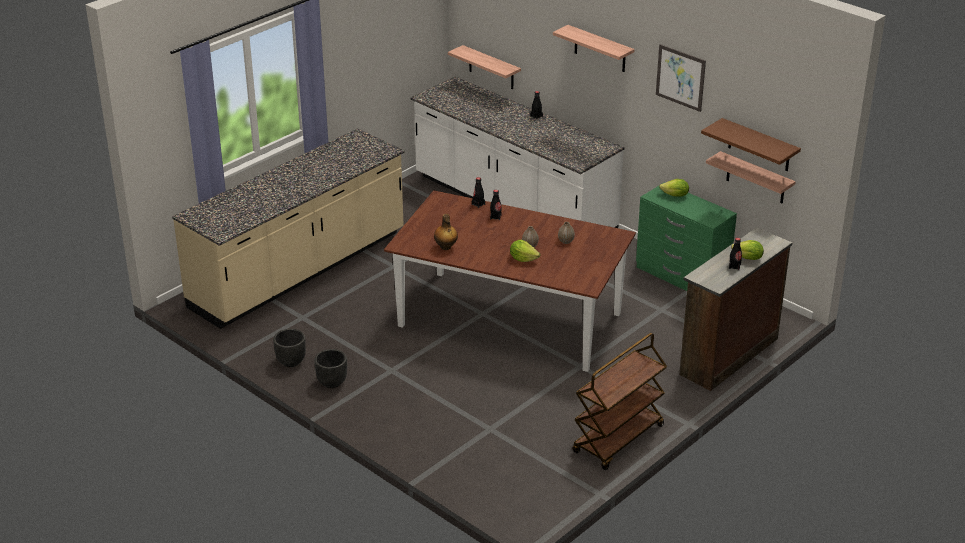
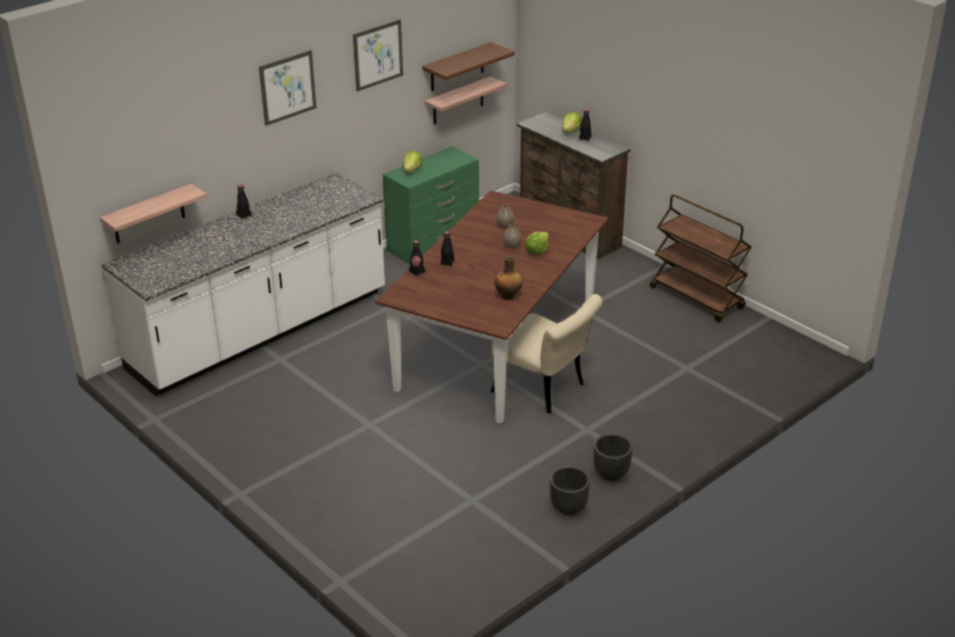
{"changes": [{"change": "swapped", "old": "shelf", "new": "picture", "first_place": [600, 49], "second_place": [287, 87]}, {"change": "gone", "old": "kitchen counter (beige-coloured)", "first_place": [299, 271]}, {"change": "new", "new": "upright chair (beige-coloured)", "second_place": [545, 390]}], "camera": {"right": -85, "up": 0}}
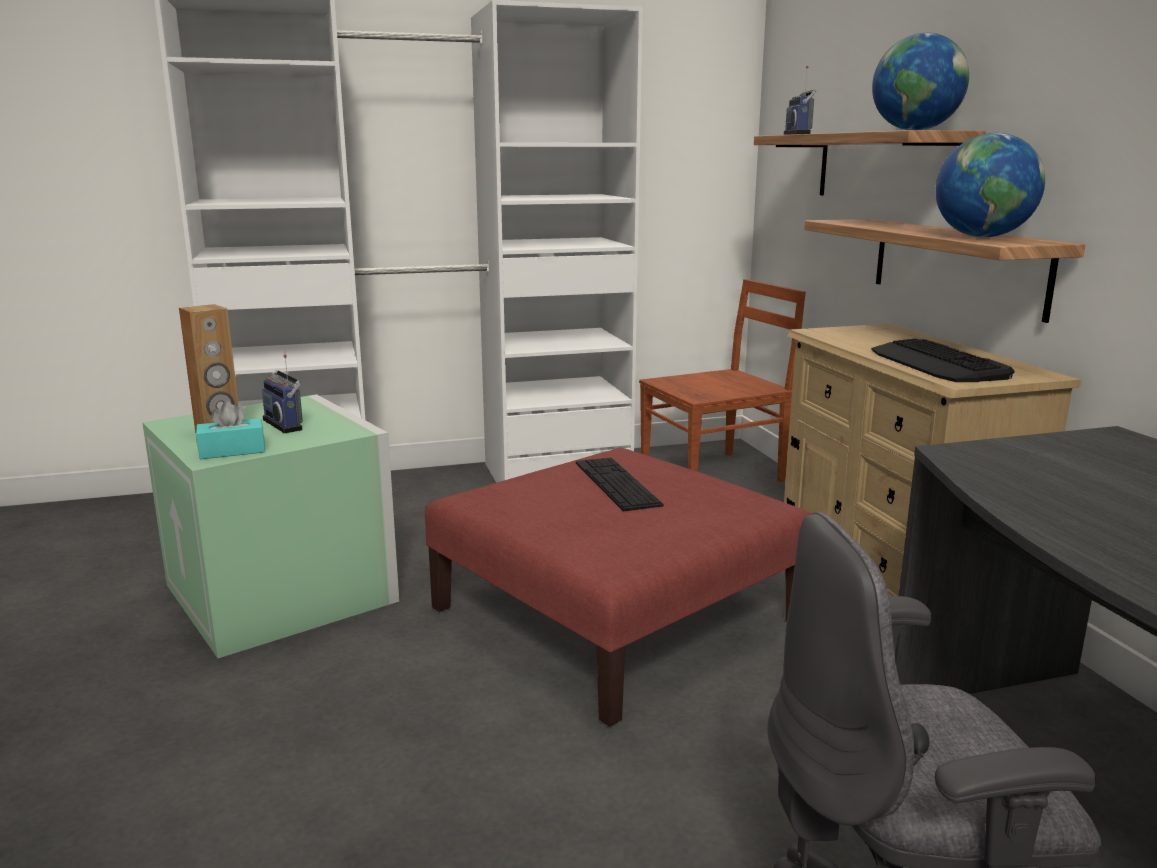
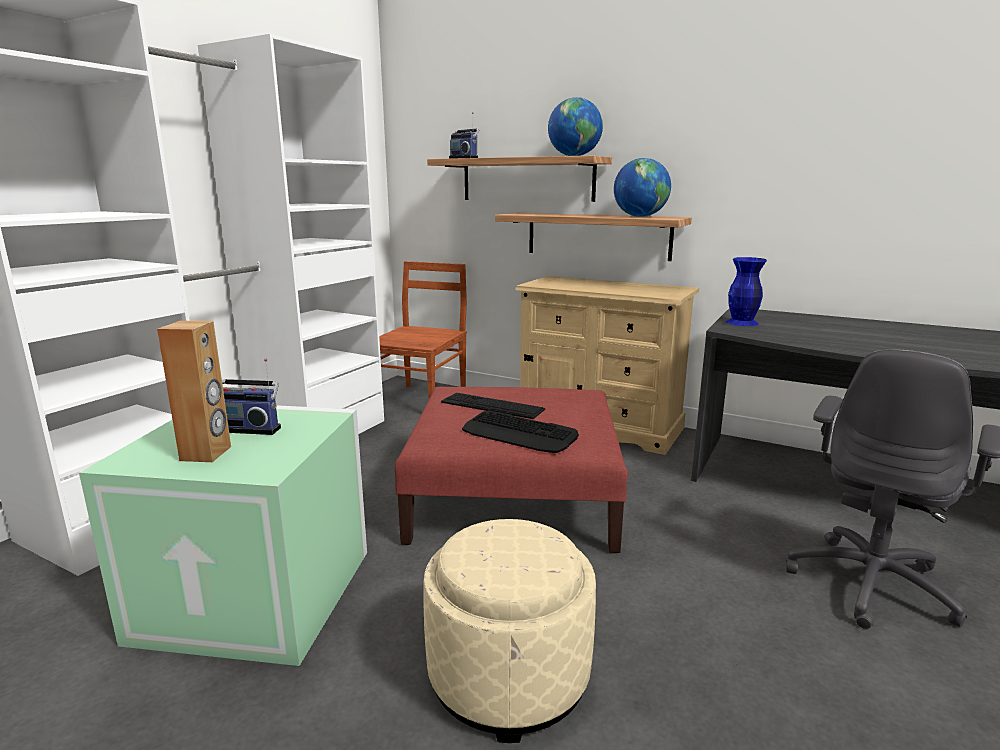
{"changes": [{"change": "shifted", "old": "computer keyboard", "first_place": [937, 364], "second_place": [519, 433]}, {"change": "gone", "old": "box of tissues (turquoise)", "first_place": [232, 451]}, {"change": "new", "new": "flower vase (bluish)", "second_place": [741, 322]}, {"change": "new", "new": "ottoman (beige-coloured)", "second_place": [508, 677]}], "camera": {"right": -45, "up": 0}}
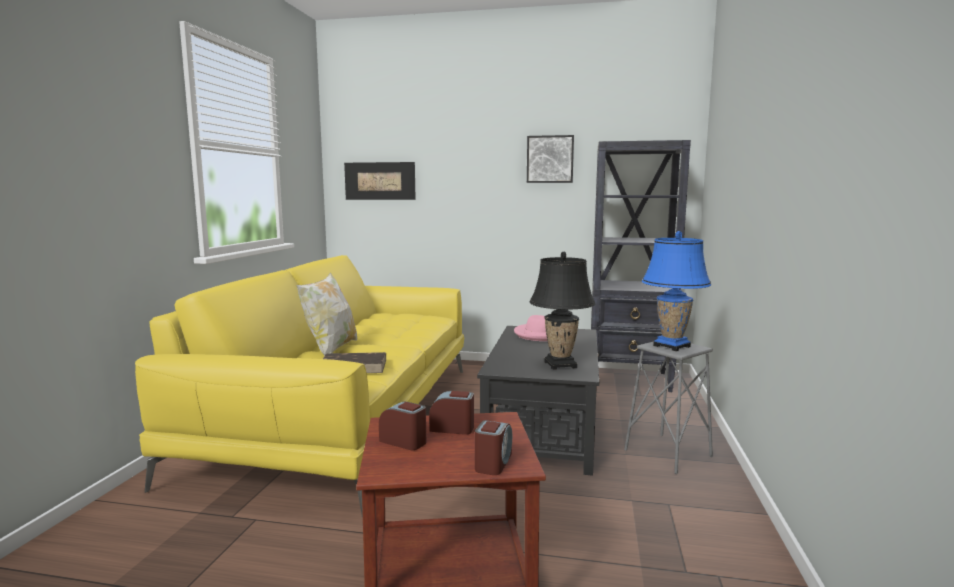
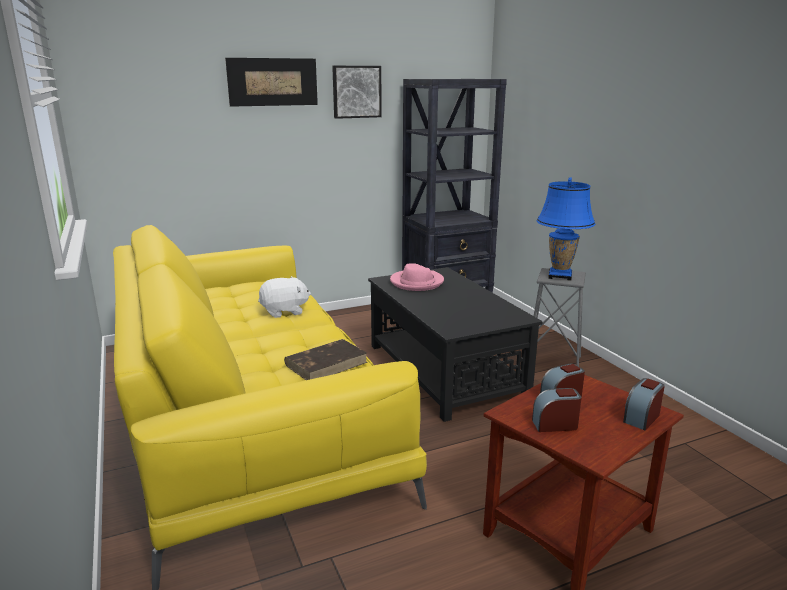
{"changes": [{"change": "shifted", "old": "picture", "first_place": [380, 181], "second_place": [273, 82]}, {"change": "gone", "old": "tabletop lamp (black)", "first_place": [560, 365]}, {"change": "gone", "old": "throw pillow", "first_place": [330, 349]}, {"change": "rotated", "old": "table clock", "first_place": [493, 463], "second_place": [641, 418], "degrees": -120}, {"change": "new", "new": "cuddly toy (white-coloured)", "second_place": [284, 311]}], "camera": {"right": -35, "up": 10}}
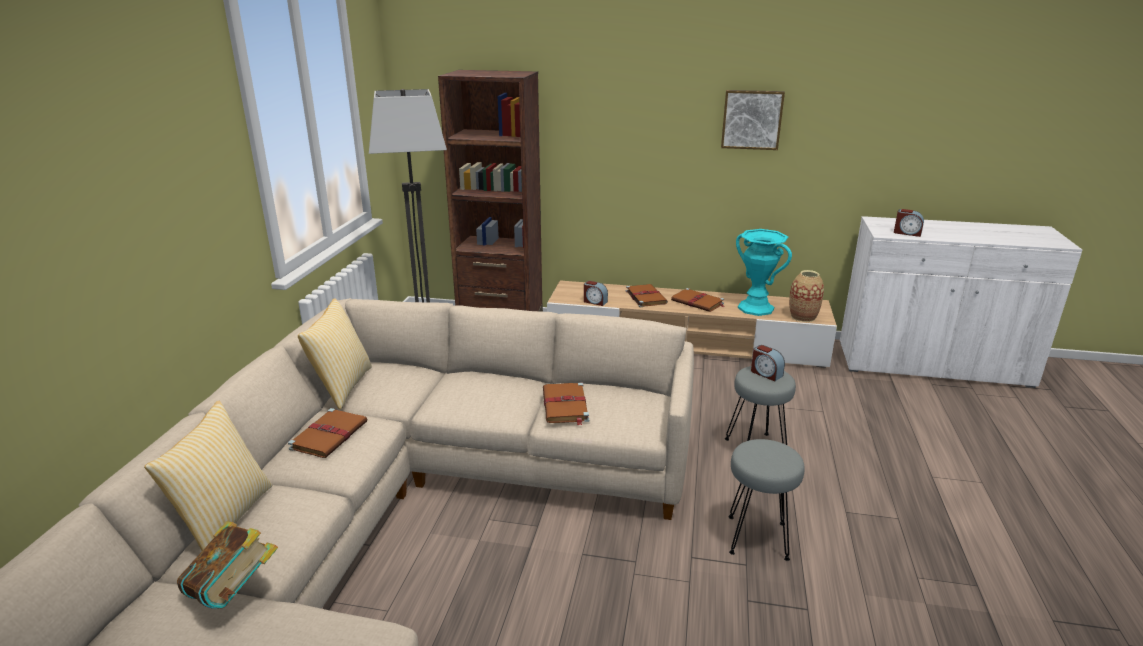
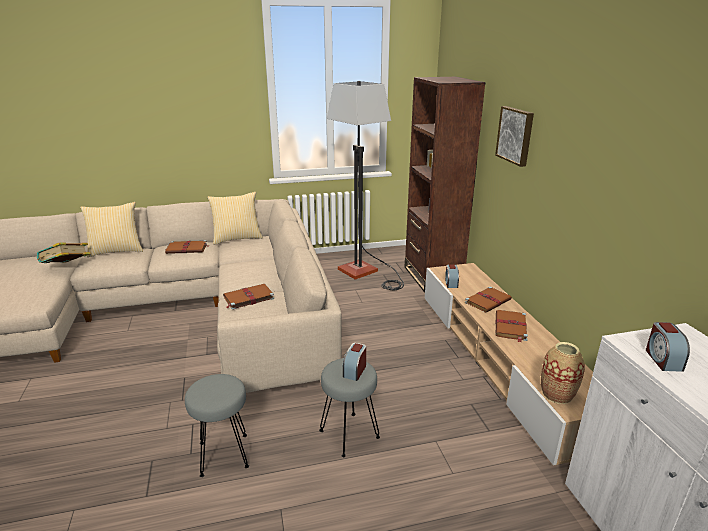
{"changes": [{"change": "shifted", "old": "picture", "first_place": [751, 119], "second_place": [516, 135]}, {"change": "gone", "old": "flower vase (turquoise)", "first_place": [755, 308]}], "camera": {"right": 65, "up": 0}}
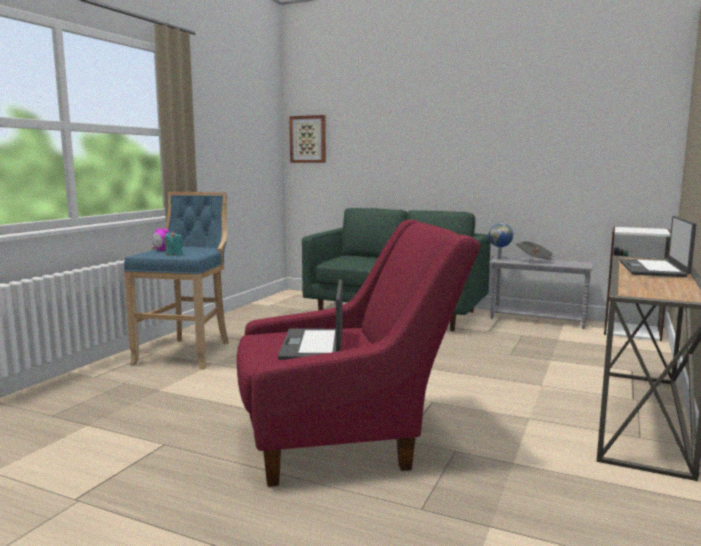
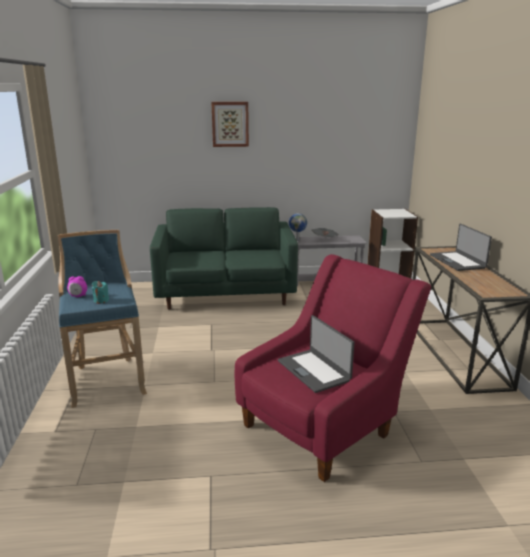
{"changes": [{"change": "shifted", "old": "picture", "first_place": [308, 139], "second_place": [230, 124]}], "camera": {"right": -30, "up": 10}}
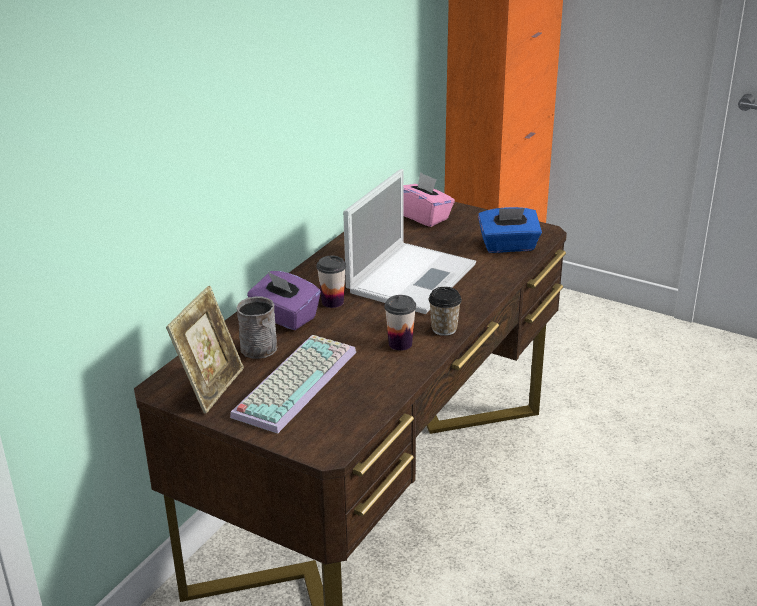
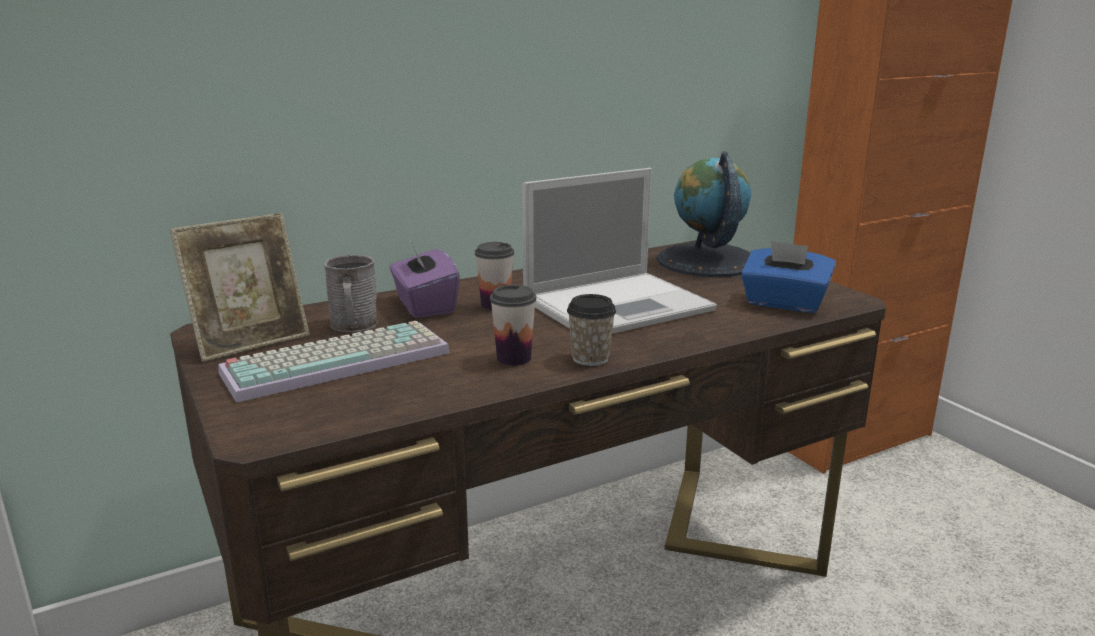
{"changes": [{"change": "swapped", "old": "box of tissues (pinkish)", "new": "globe", "first_place": [423, 216], "second_place": [707, 261]}], "camera": {"right": 30, "up": -10}}
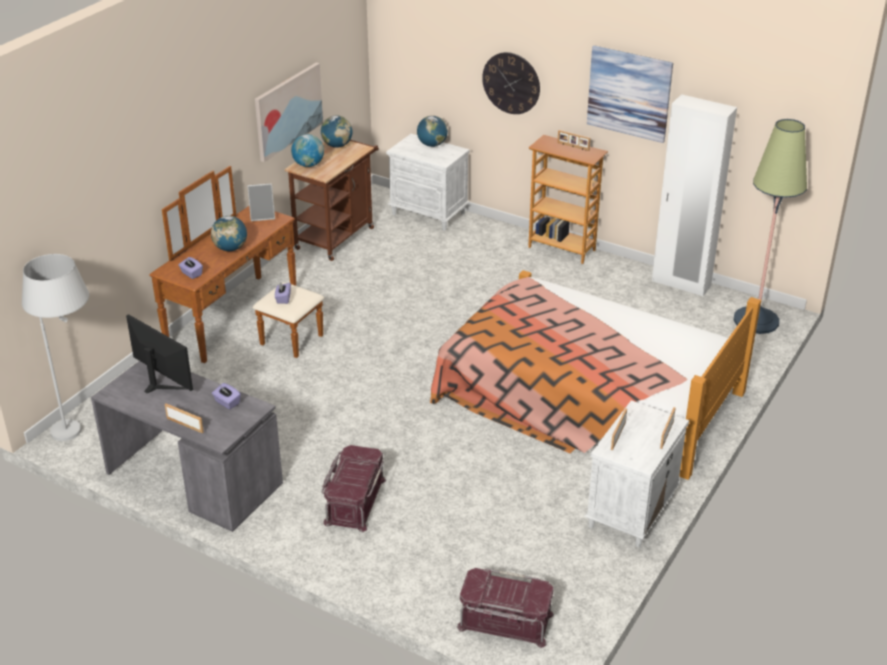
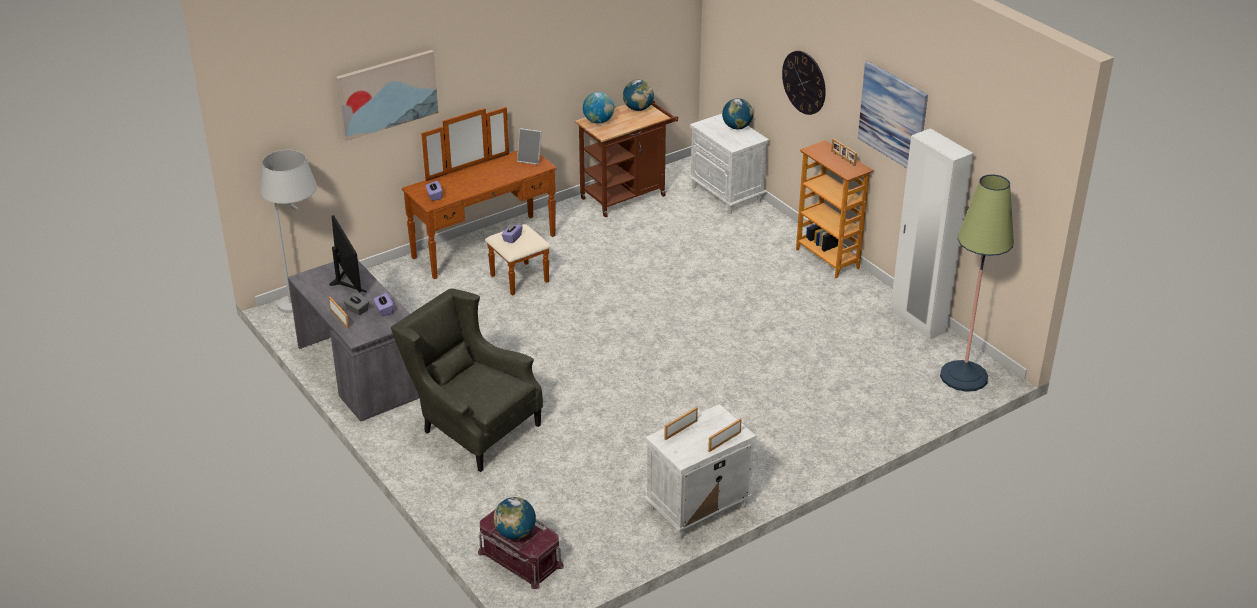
{"changes": [{"change": "shifted", "old": "picture", "first_place": [288, 110], "second_place": [387, 94]}, {"change": "shifted", "old": "globe", "first_place": [230, 248], "second_place": [515, 533]}, {"change": "gone", "old": "sleeping bed", "first_place": [585, 395]}, {"change": "swapped", "old": "storage box (red)", "new": "armchair (grey)", "first_place": [354, 501], "second_place": [471, 427]}, {"change": "new", "new": "box of tissues (grey)", "second_place": [356, 310]}], "camera": {"right": 25, "up": 0}}
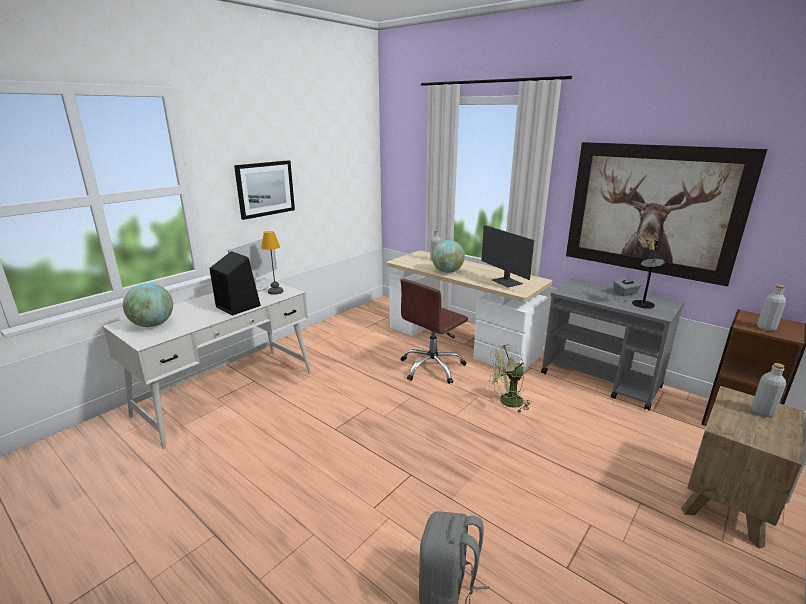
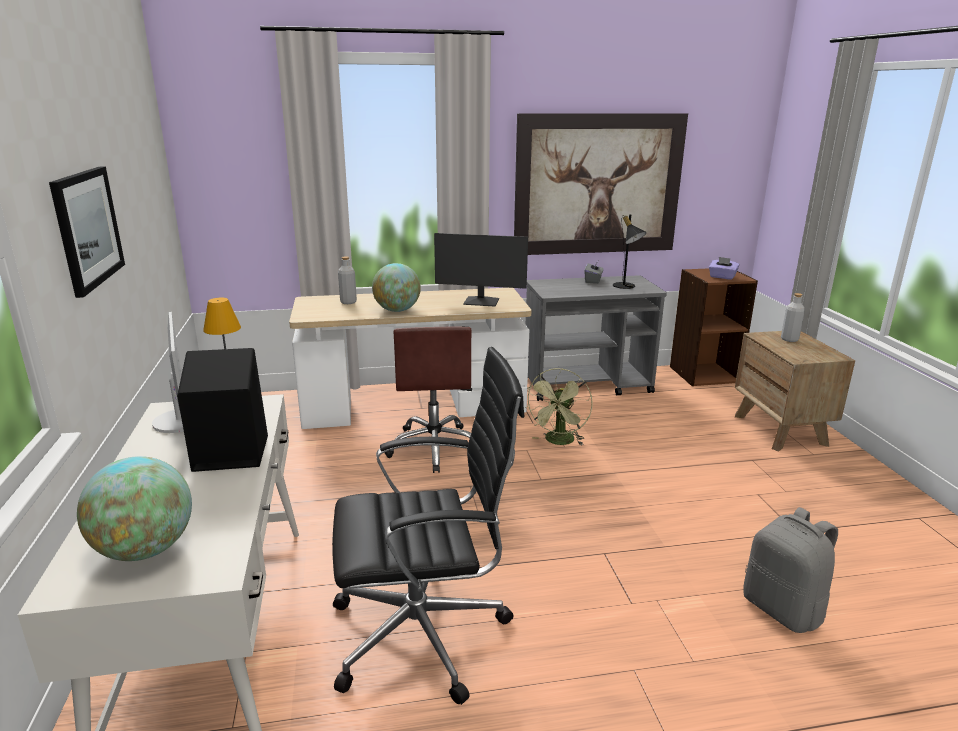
{"changes": [{"change": "swapped", "old": "bottle (grey)", "new": "box of tissues (purple)", "first_place": [766, 328], "second_place": [722, 277]}, {"change": "new", "new": "computer chair (black)", "second_place": [425, 633]}], "camera": {"right": -50, "up": 0}}
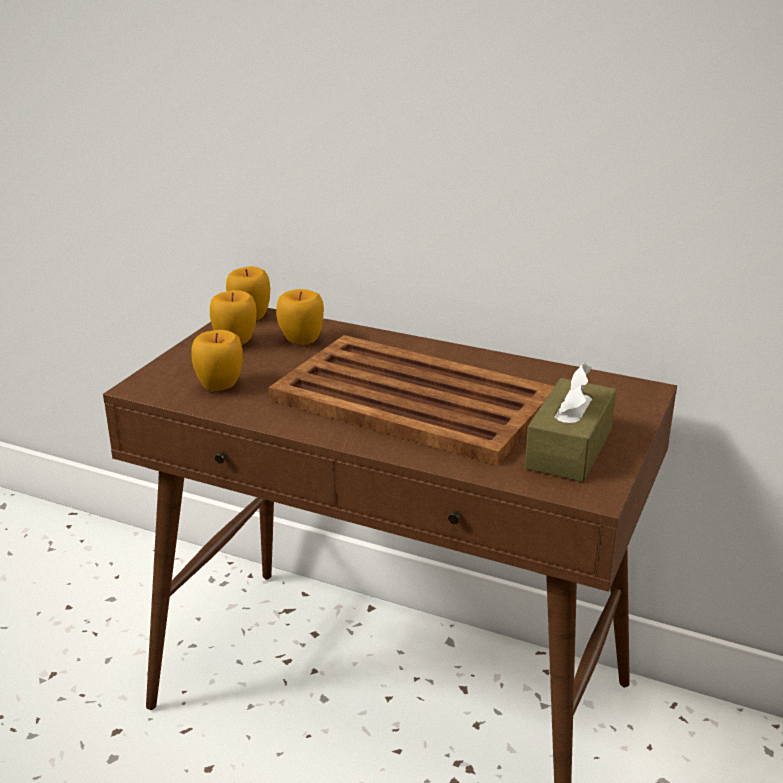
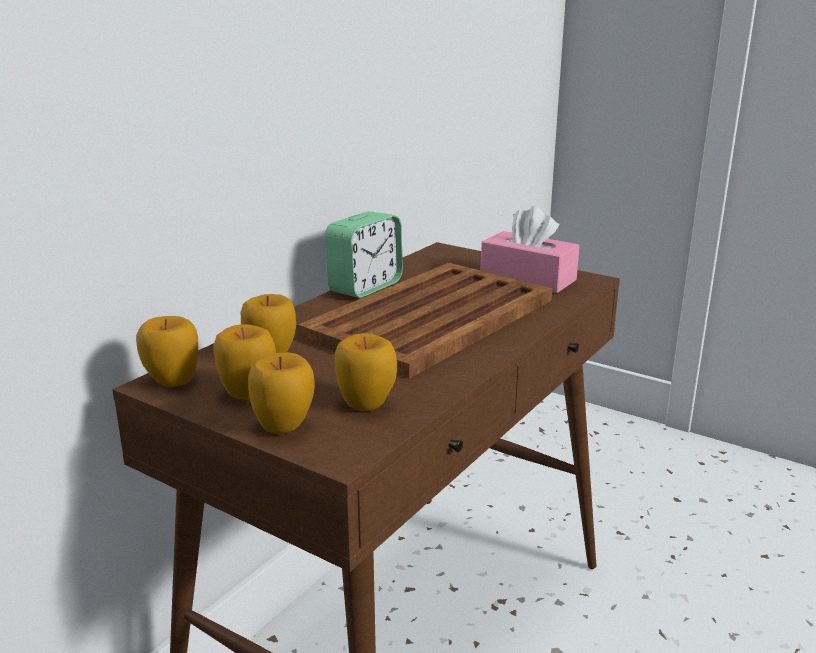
{"changes": [{"change": "repainted", "old": "box of tissues (brown-coloured)", "new": "box of tissues (pinkish)", "first_place": [569, 449], "second_place": [528, 278]}, {"change": "new", "new": "table clock", "second_place": [365, 287]}, {"change": "new", "new": "apple fruit", "second_place": [284, 426]}], "camera": {"right": -80, "up": -5}}
